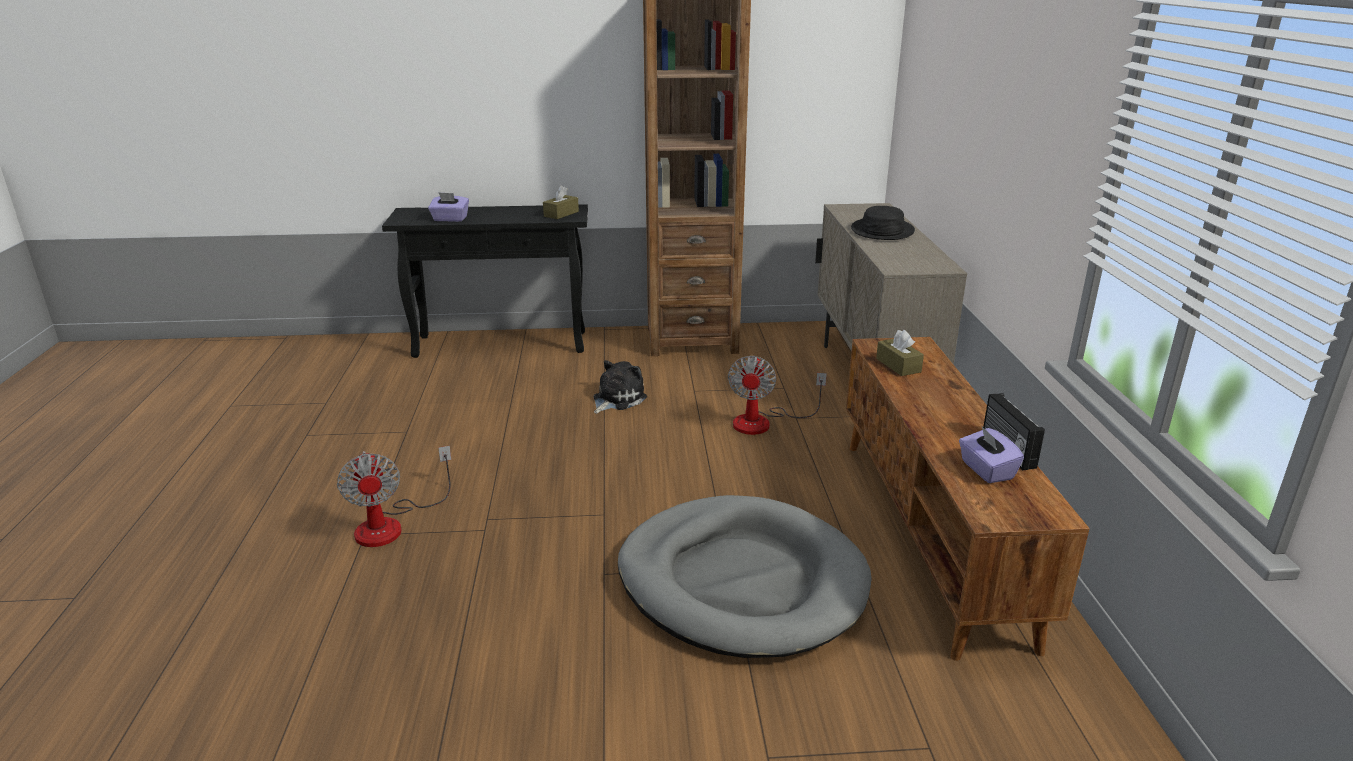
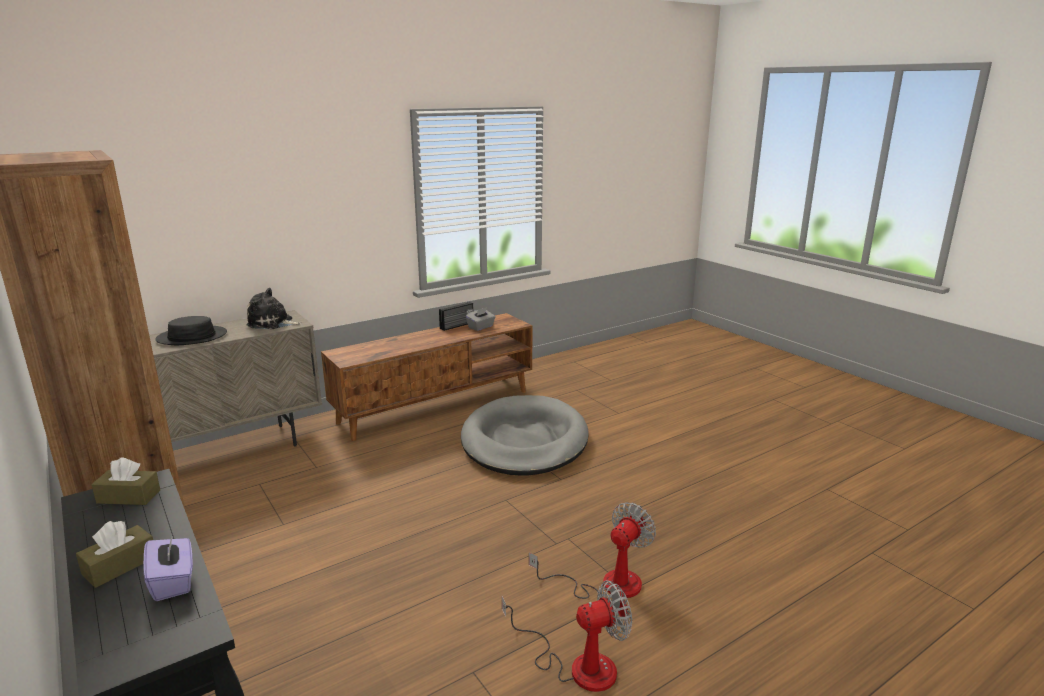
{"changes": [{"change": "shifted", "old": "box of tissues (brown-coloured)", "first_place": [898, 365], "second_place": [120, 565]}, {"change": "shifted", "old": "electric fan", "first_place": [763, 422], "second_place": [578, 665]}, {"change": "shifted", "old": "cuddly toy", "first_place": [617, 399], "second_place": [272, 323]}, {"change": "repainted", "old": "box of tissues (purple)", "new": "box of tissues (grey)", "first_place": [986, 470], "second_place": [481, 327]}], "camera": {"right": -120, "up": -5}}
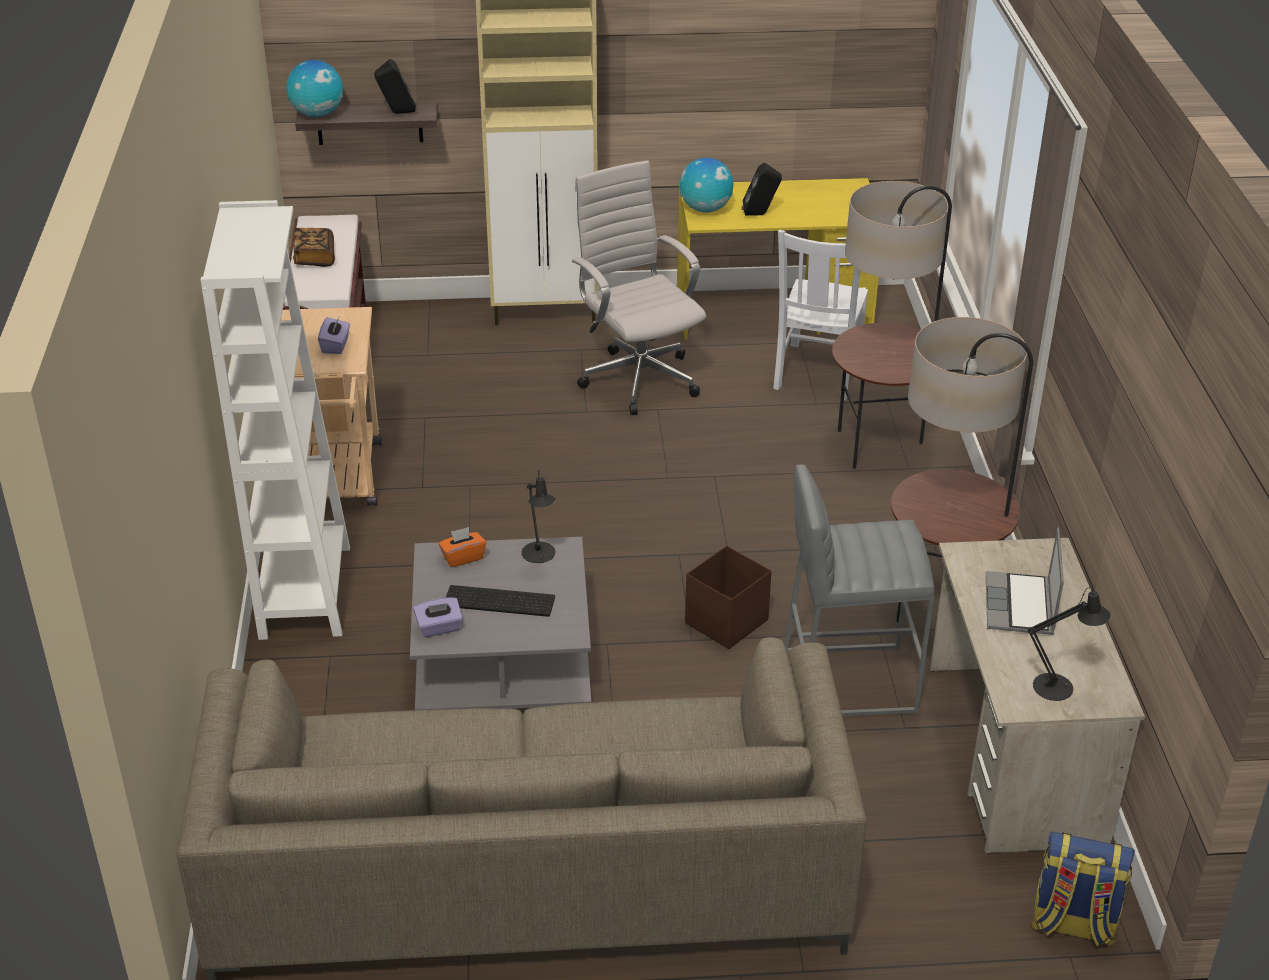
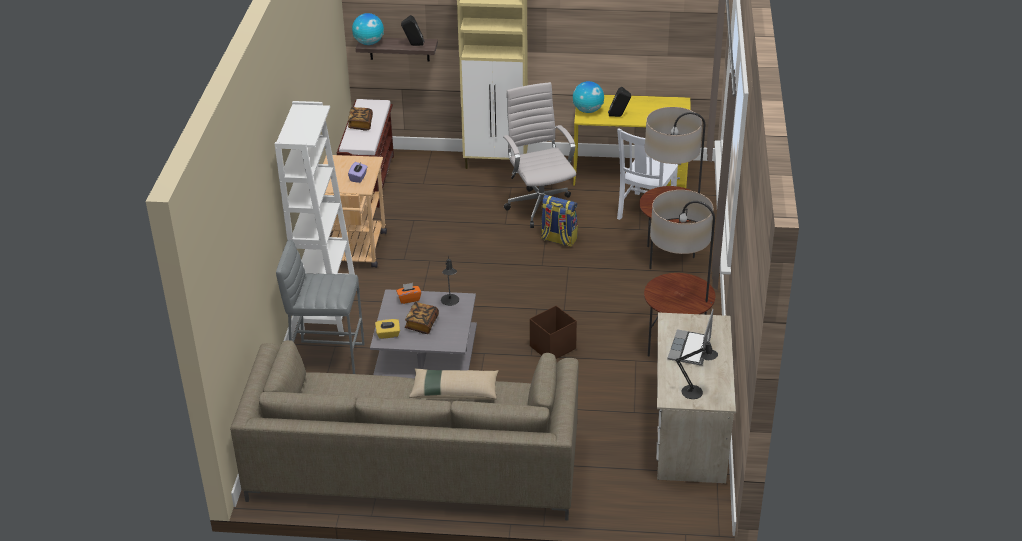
{"changes": [{"change": "shifted", "old": "stool (grey)", "first_place": [847, 680], "second_place": [327, 358]}, {"change": "swapped", "old": "computer keyboard", "new": "book", "first_place": [498, 602], "second_place": [422, 324]}, {"change": "repainted", "old": "box of tissues (purple)", "new": "box of tissues (yellow-coloured)", "first_place": [439, 628], "second_place": [388, 334]}, {"change": "shifted", "old": "rucksack", "first_place": [1072, 924], "second_place": [558, 239]}, {"change": "new", "new": "throw pillow (beige-coloured)", "second_place": [454, 390]}], "camera": {"right": 10, "up": 0}}
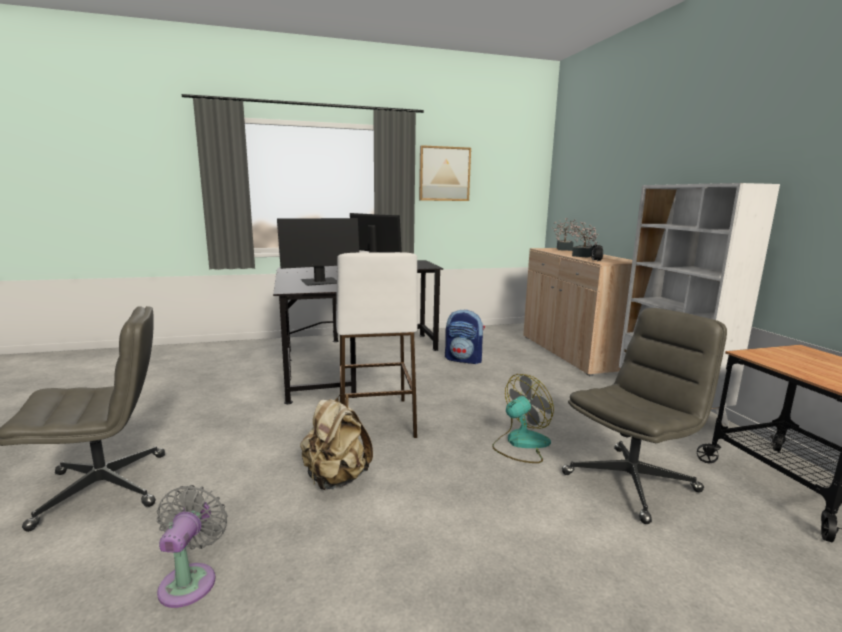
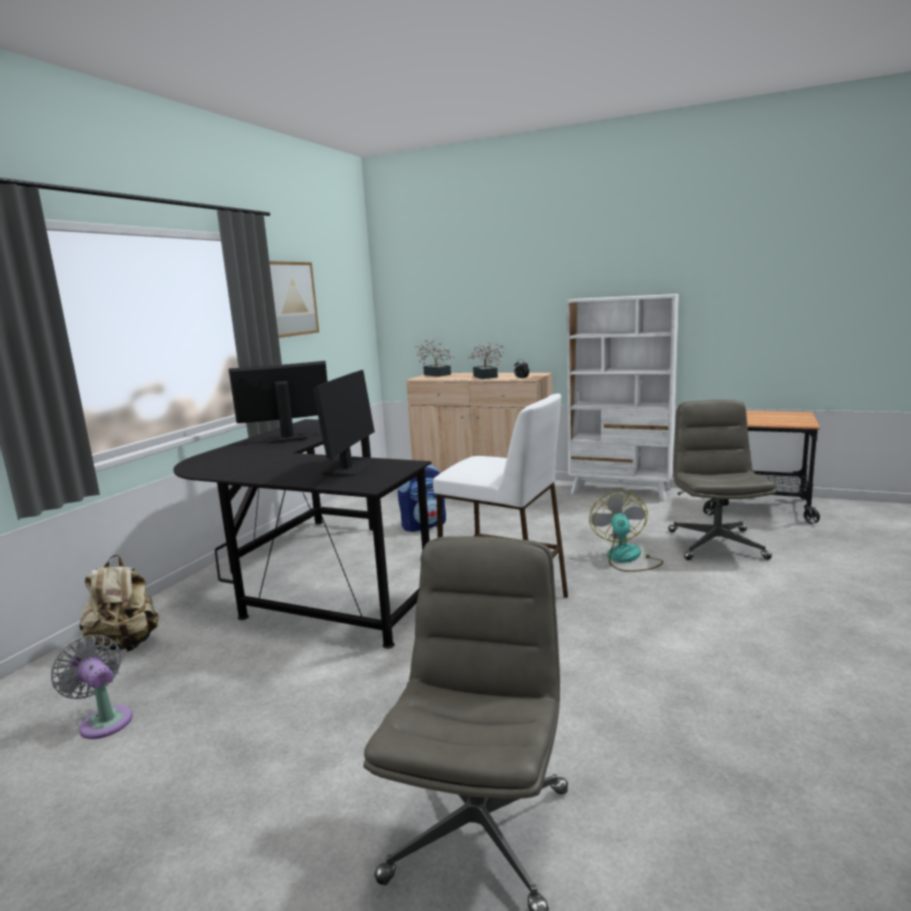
{"changes": [{"change": "shifted", "old": "rucksack (beige-coloured)", "first_place": [336, 479], "second_place": [125, 645]}, {"change": "shifted", "old": "electric fan (grey)", "first_place": [190, 580], "second_place": [104, 720]}], "camera": {"right": -50, "up": 0}}
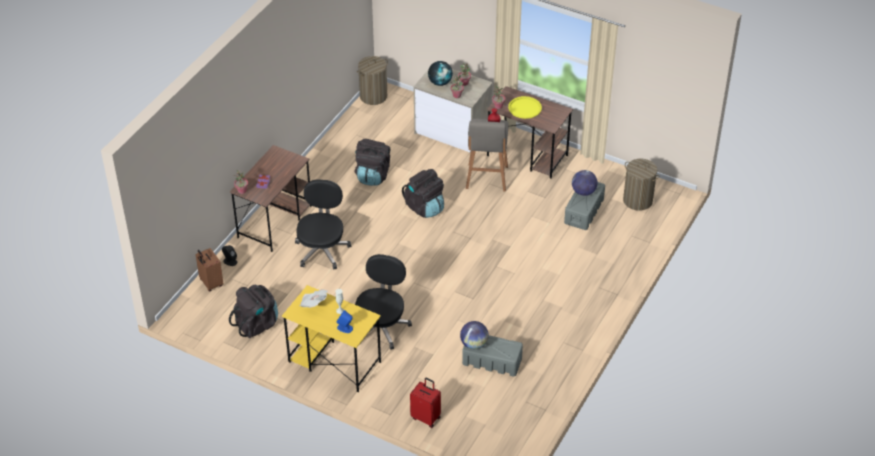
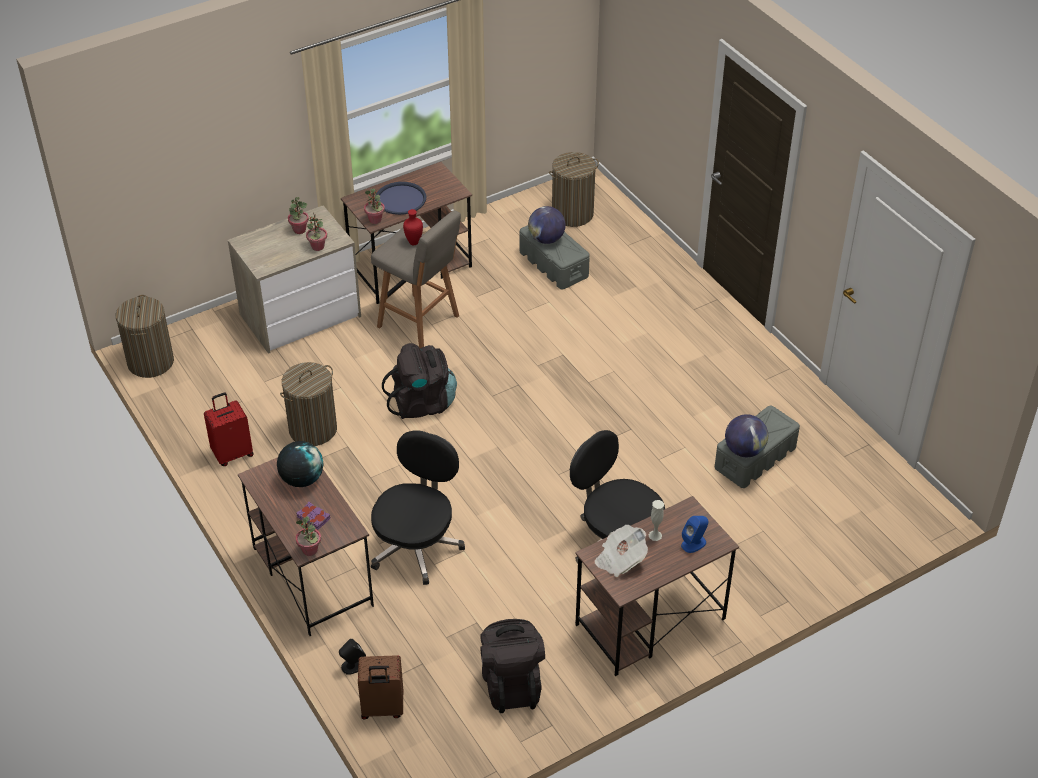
{"changes": [{"change": "shifted", "old": "globe", "first_place": [440, 82], "second_place": [302, 479]}, {"change": "repainted", "old": "tray (yellow-coloured)", "new": "tray (bluish)", "first_place": [524, 108], "second_place": [400, 199]}, {"change": "swapped", "old": "rucksack (black)", "new": "laundry basket", "first_place": [373, 175], "second_place": [313, 429]}, {"change": "rotated", "old": "computer chair (black)", "first_place": [322, 249], "second_place": [417, 545], "degrees": 75}, {"change": "repainted", "old": "desk unit (yellow-coloured)", "new": "desk unit (brown-coloured)", "first_place": [334, 361], "second_place": [649, 622]}, {"change": "shifted", "old": "travel case (red)", "first_place": [426, 417], "second_place": [232, 453]}], "camera": {"right": -60, "up": 0}}
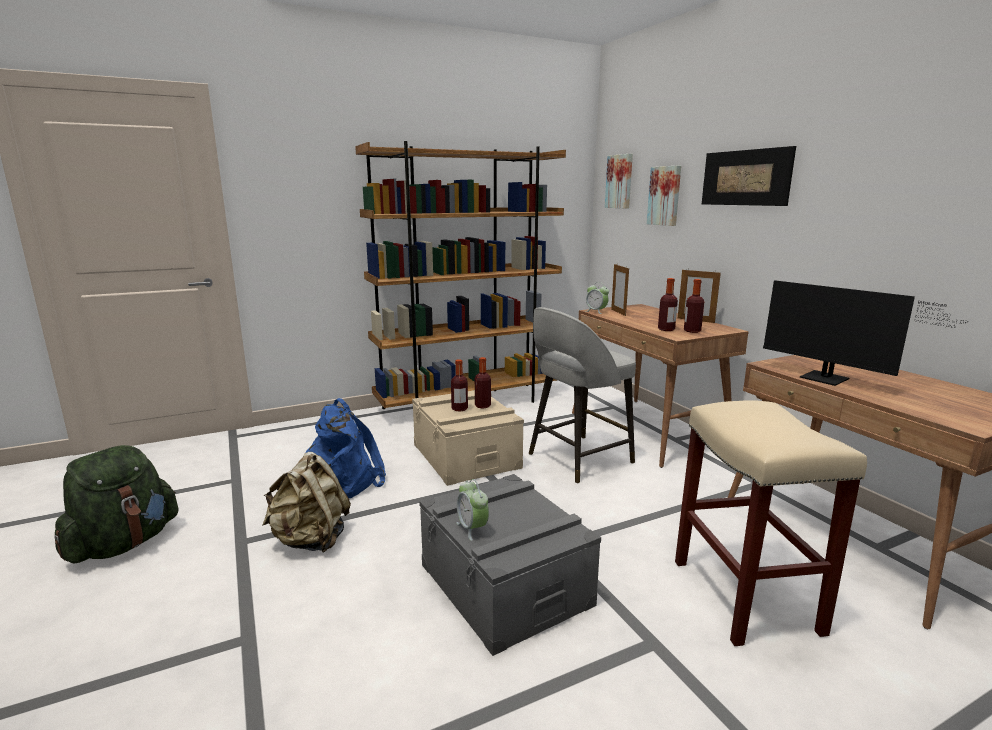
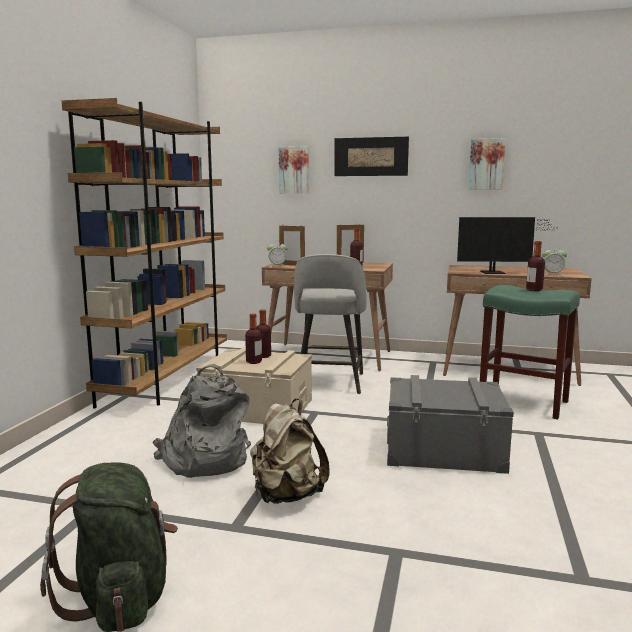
{"changes": [{"change": "shifted", "old": "picture", "first_place": [620, 181], "second_place": [486, 164]}, {"change": "shifted", "old": "bottle", "first_place": [692, 331], "second_place": [534, 290]}, {"change": "repainted", "old": "rucksack (bluish)", "new": "rucksack (grey)", "first_place": [340, 481], "second_place": [204, 460]}, {"change": "repainted", "old": "stool (beige-coloured)", "new": "stool (greenish)", "first_place": [742, 594], "second_place": [522, 402]}, {"change": "shifted", "old": "table clock", "first_place": [472, 528], "second_place": [552, 275]}], "camera": {"right": -50, "up": -5}}
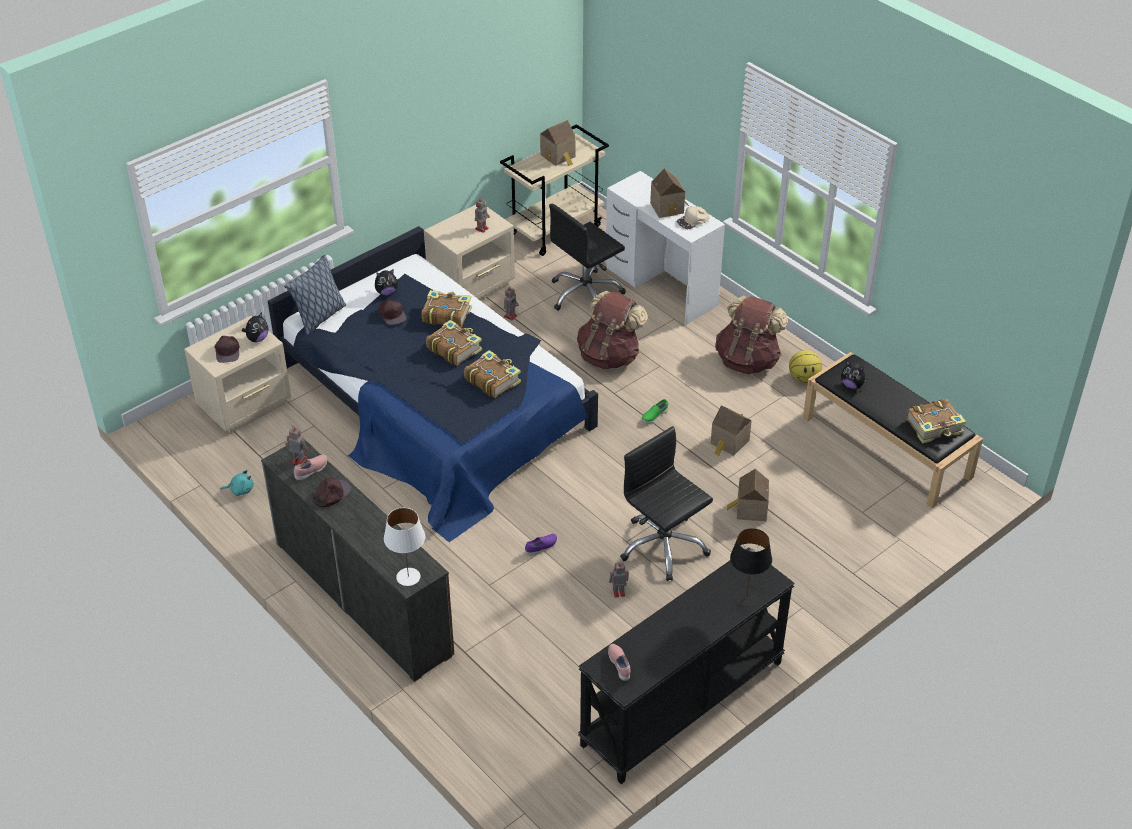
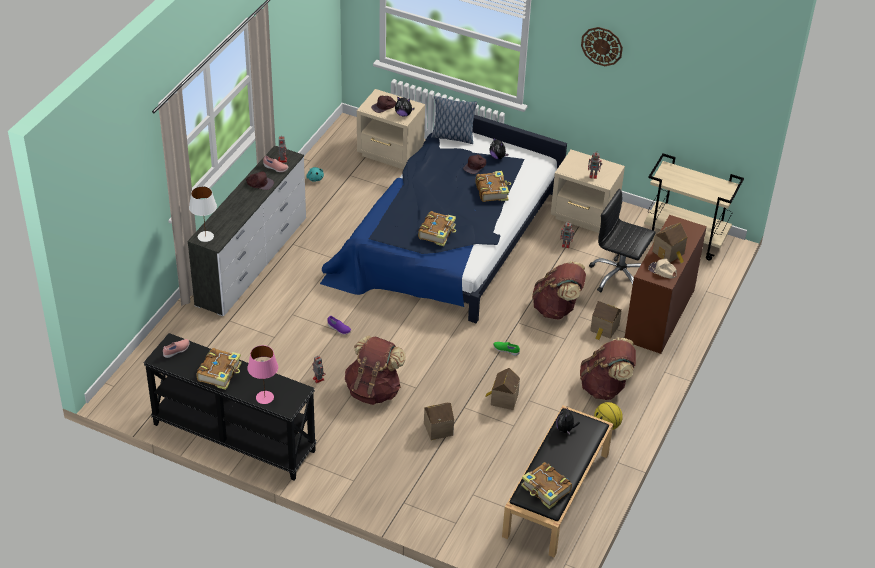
{"changes": [{"change": "shifted", "old": "miniature house", "first_place": [559, 156], "second_place": [604, 329]}, {"change": "repainted", "old": "desk unit (white-coloured)", "new": "desk unit (brown-coloured)", "first_place": [661, 287], "second_place": [660, 315]}, {"change": "shifted", "old": "book", "first_place": [454, 349], "second_place": [220, 373]}, {"change": "swapped", "old": "computer chair (black)", "new": "rucksack (brown-coloured)", "first_place": [663, 546], "second_place": [374, 390]}, {"change": "repainted", "old": "chest of drawers (brown-coloured)", "new": "chest of drawers (white-coloured)", "first_place": [363, 597], "second_place": [252, 261]}, {"change": "repainted", "old": "tabletop lamp (black)", "new": "tabletop lamp (pinkish)", "first_place": [746, 598], "second_place": [264, 397]}, {"change": "new", "new": "hanging clock", "second_place": [602, 46]}], "camera": {"right": 65, "up": 0}}
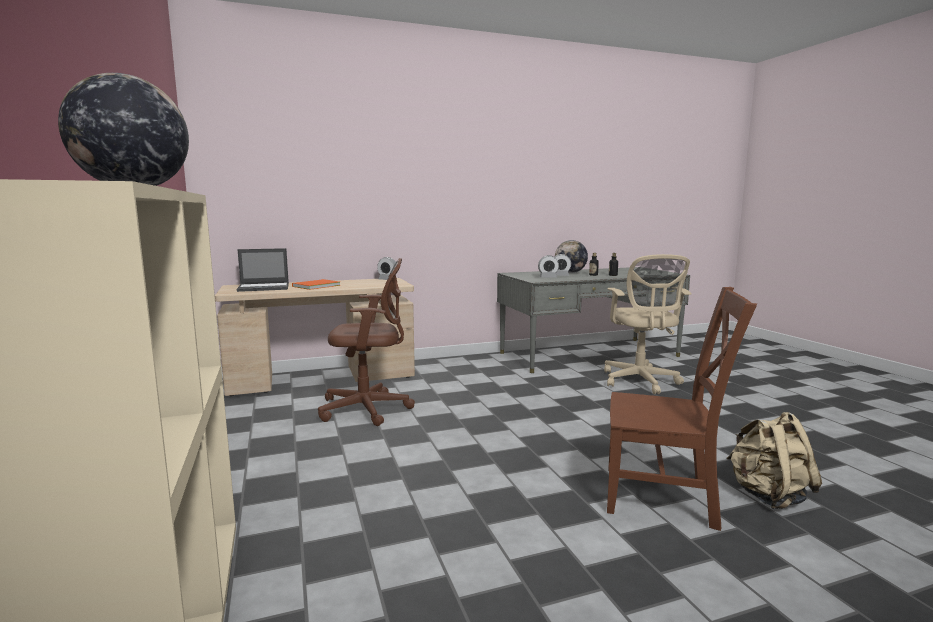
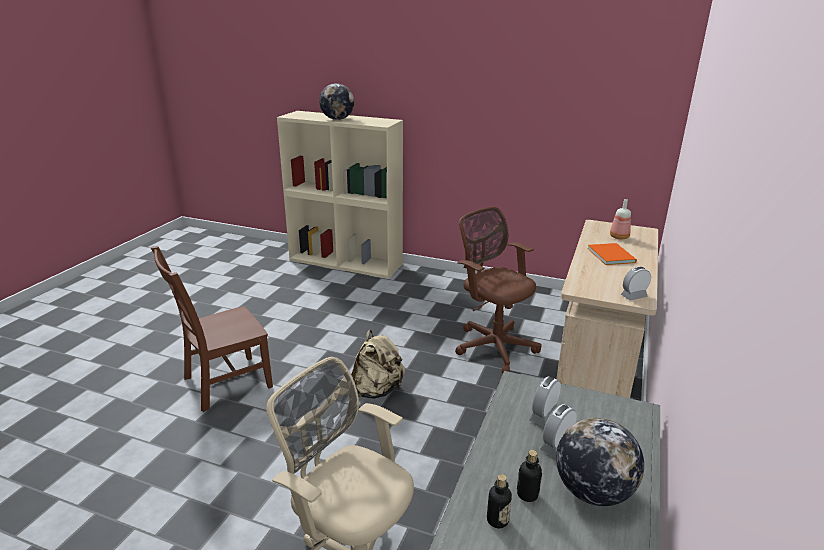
{"changes": [{"change": "swapped", "old": "portable computer", "new": "bottle", "first_place": [264, 287], "second_place": [619, 237]}, {"change": "rotated", "old": "computer chair (brown-coloured)", "first_place": [369, 409], "second_place": [493, 345], "degrees": 105}, {"change": "shifted", "old": "rucksack (beige-coloured)", "first_place": [768, 496], "second_place": [376, 391]}], "camera": {"right": 130, "up": 15}}
